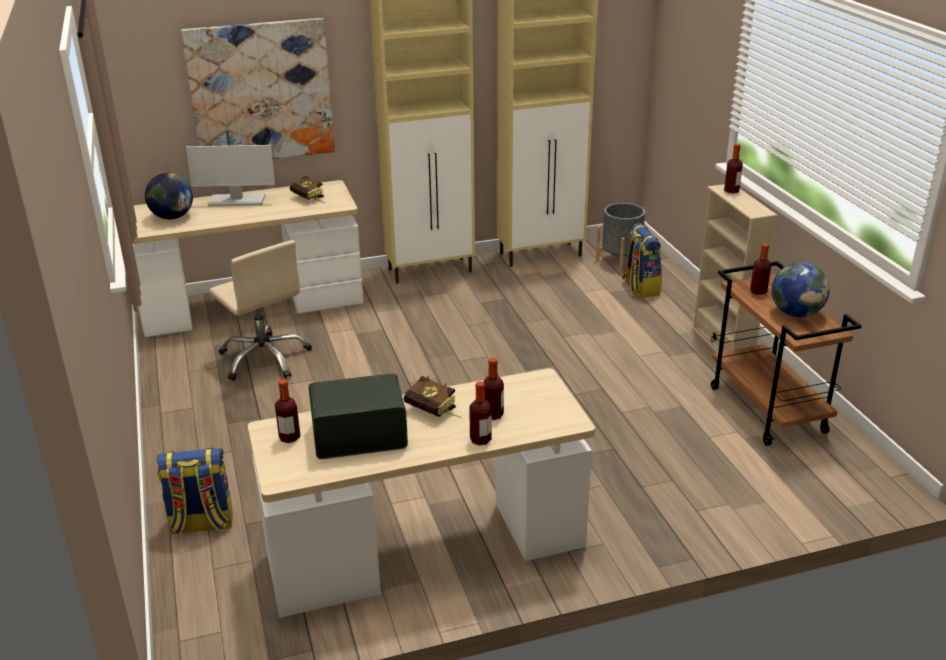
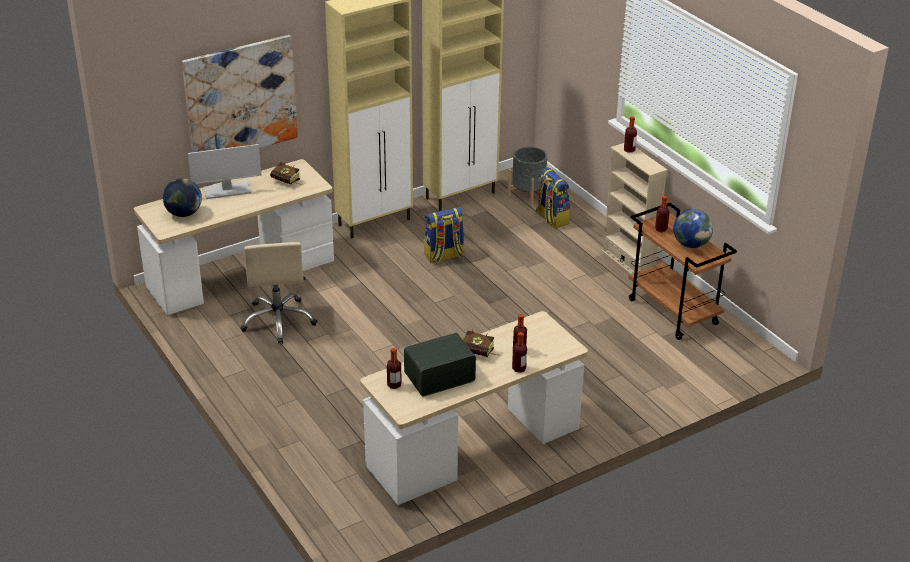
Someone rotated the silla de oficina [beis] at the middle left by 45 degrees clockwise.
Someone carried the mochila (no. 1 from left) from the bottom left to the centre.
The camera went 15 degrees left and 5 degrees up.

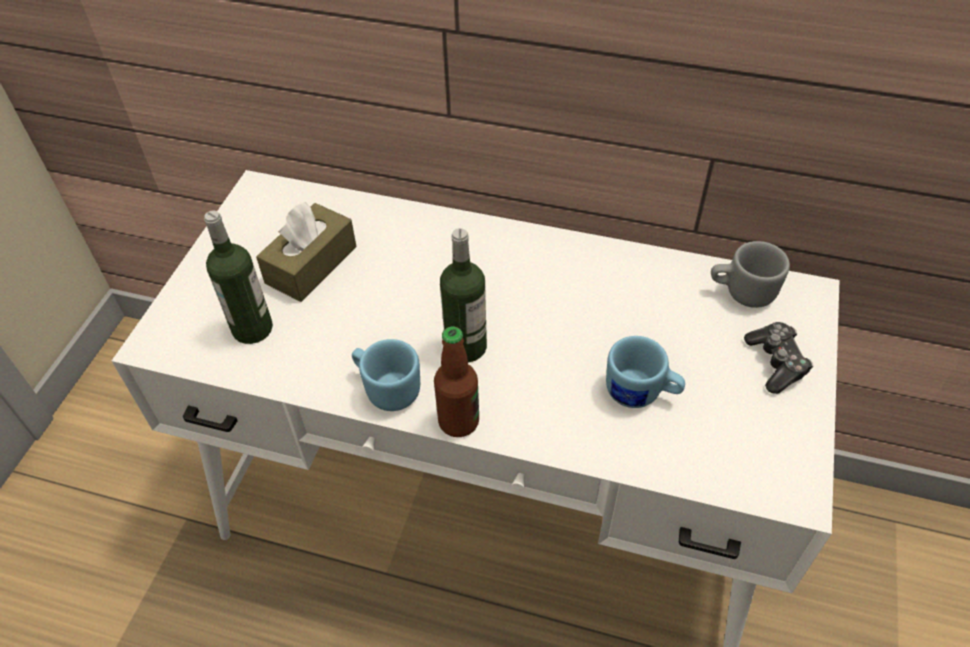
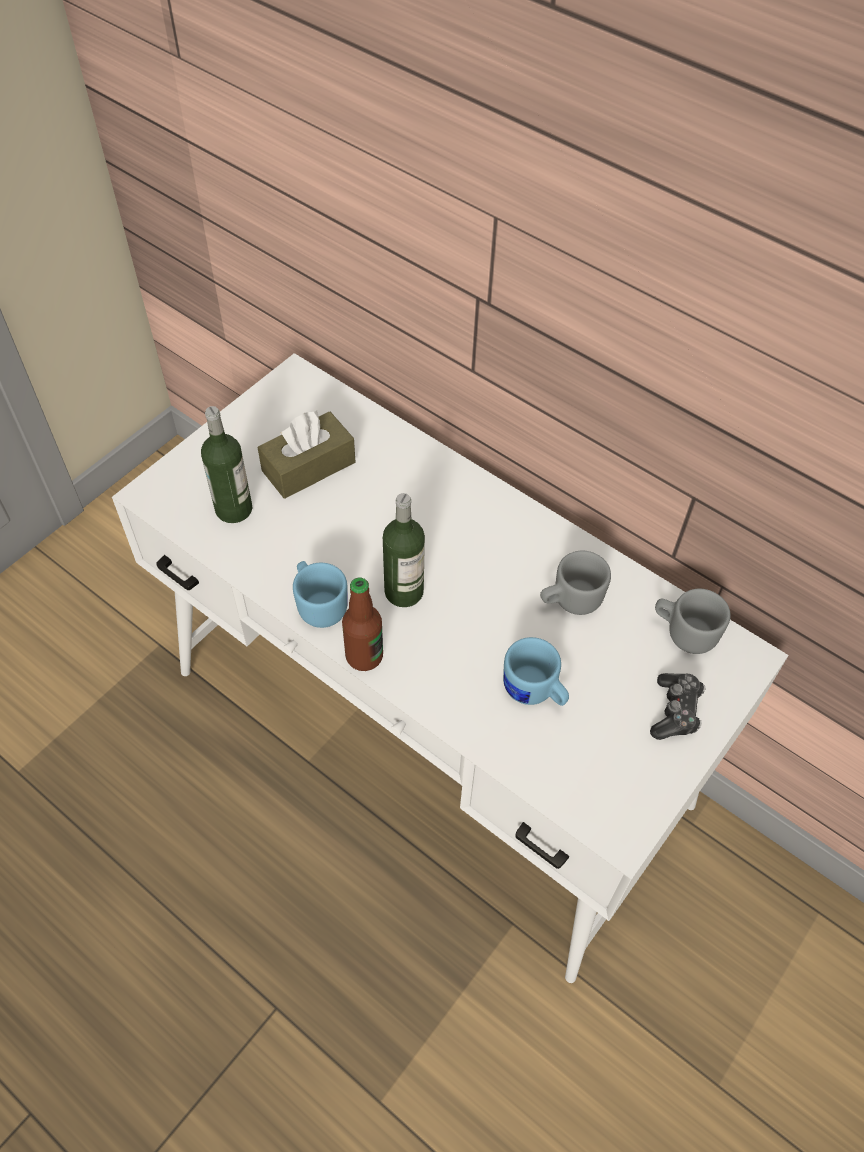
Someone put down the taza grande [gris] (no. 1 from left) at the centre.
The camera went 20 degrees right and 5 degrees up.

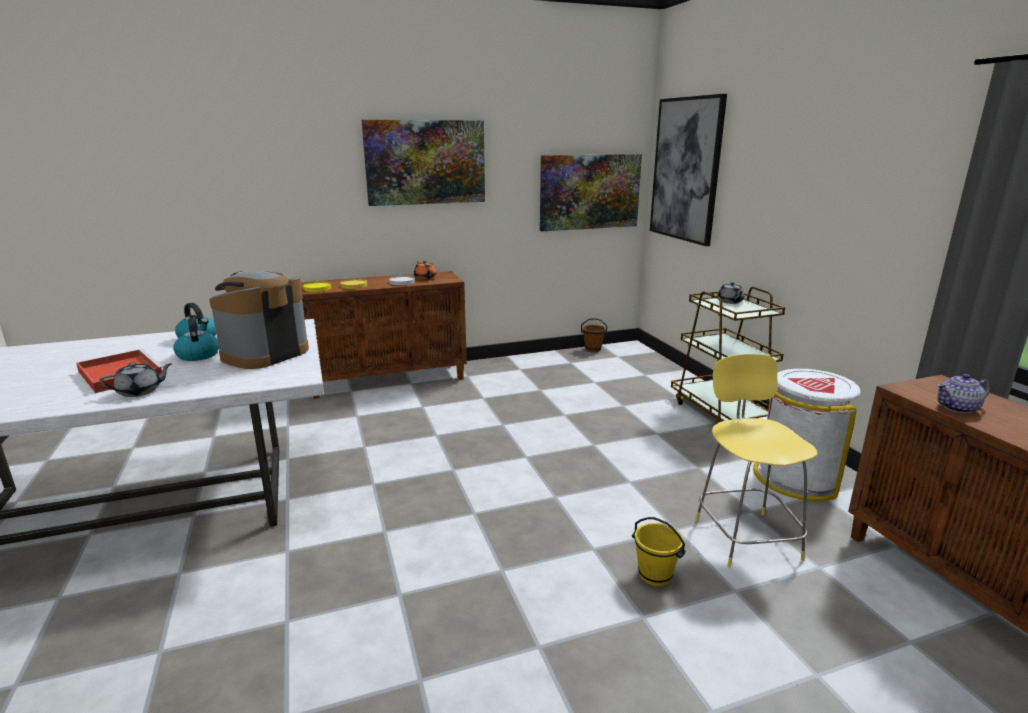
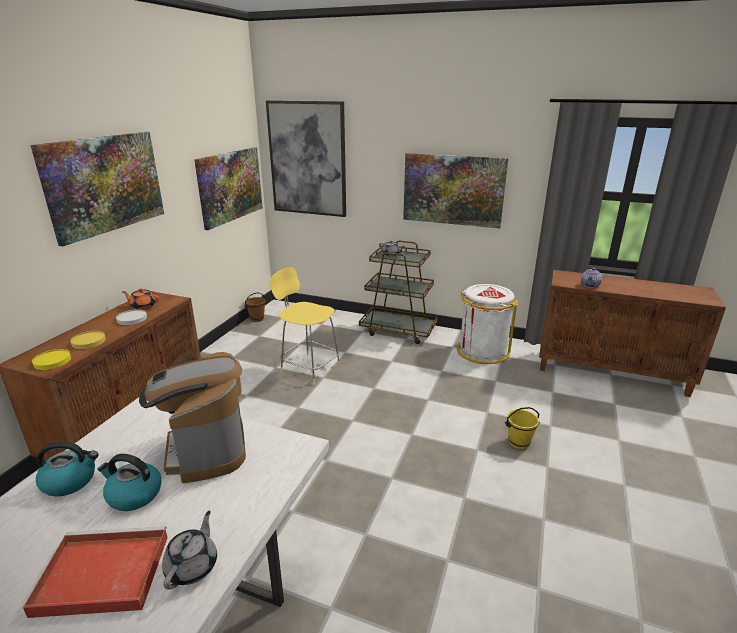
Someone carried the taburete [amarillo] from the middle right to the centre.
Someone put up the cuadro (no. 4 from left) at the top centre.
The camera went 50 degrees left and 5 degrees up.

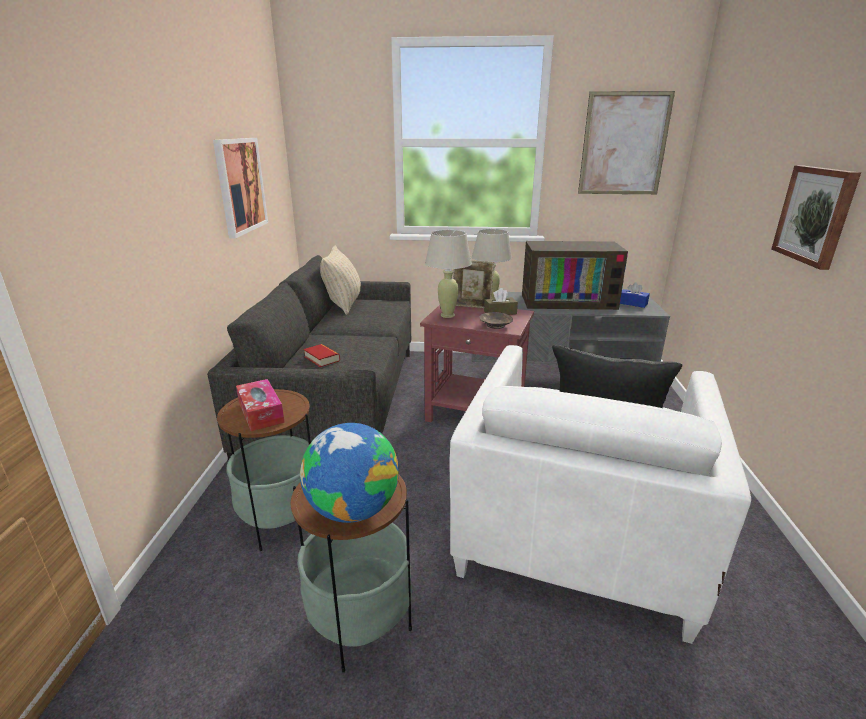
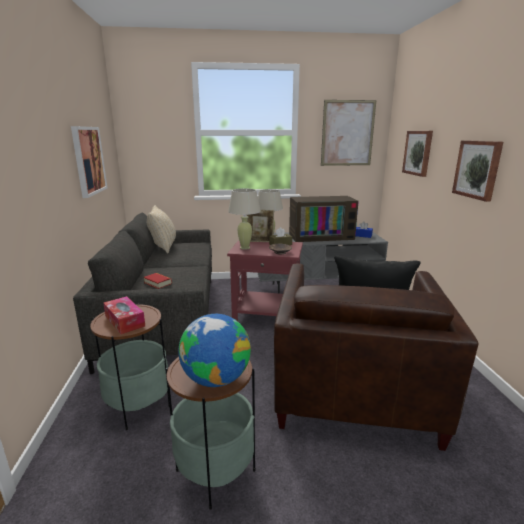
Someone repainted the sillón [blanco] at the bottom right, which became the sillón [marrón] at the bottom right.
Someone put up the cuadro (no. 3 from left) at the top right.
The camera went 10 degrees left and 5 degrees down.

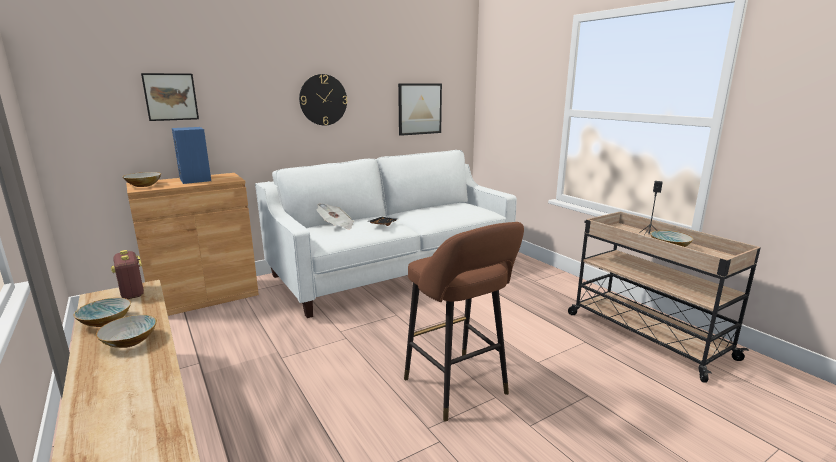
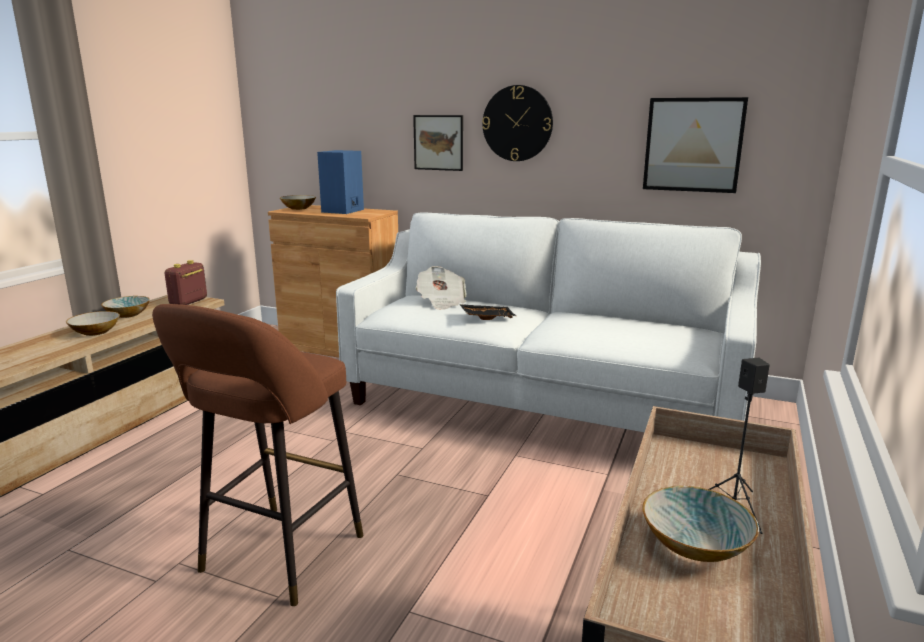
Someone carried the cuadro (no. 1 from left) from the top left to the top centre.
The camera went 55 degrees right and 0 degrees up.

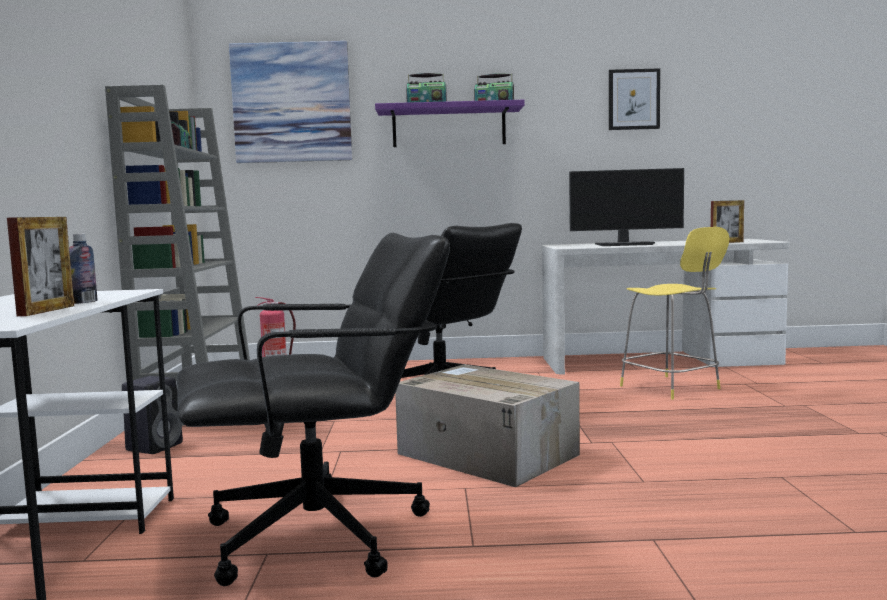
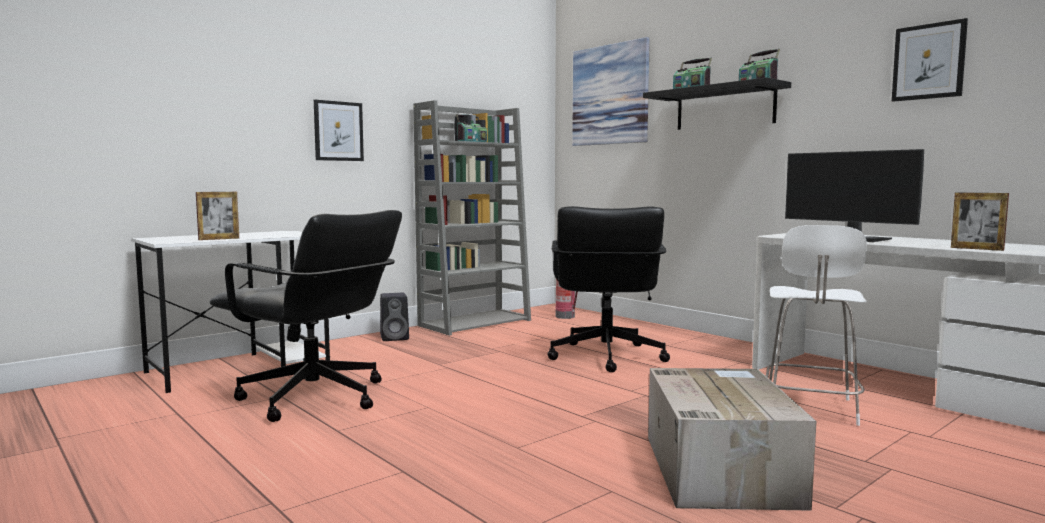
Someone repainted the estante [morado] at the top centre, which became the estante [negro] at the top right.
Someone repainted the taburete [amarillo] at the middle right, which became the taburete [blanco] at the middle right.
Someone took away the botella at the middle left.
Someone carried the caja de cartón from the bottom centre to the bottom right.
Someone put up the cuadro (no. 1 from left) at the top left.
The camera went 50 degrees right and 0 degrees up.

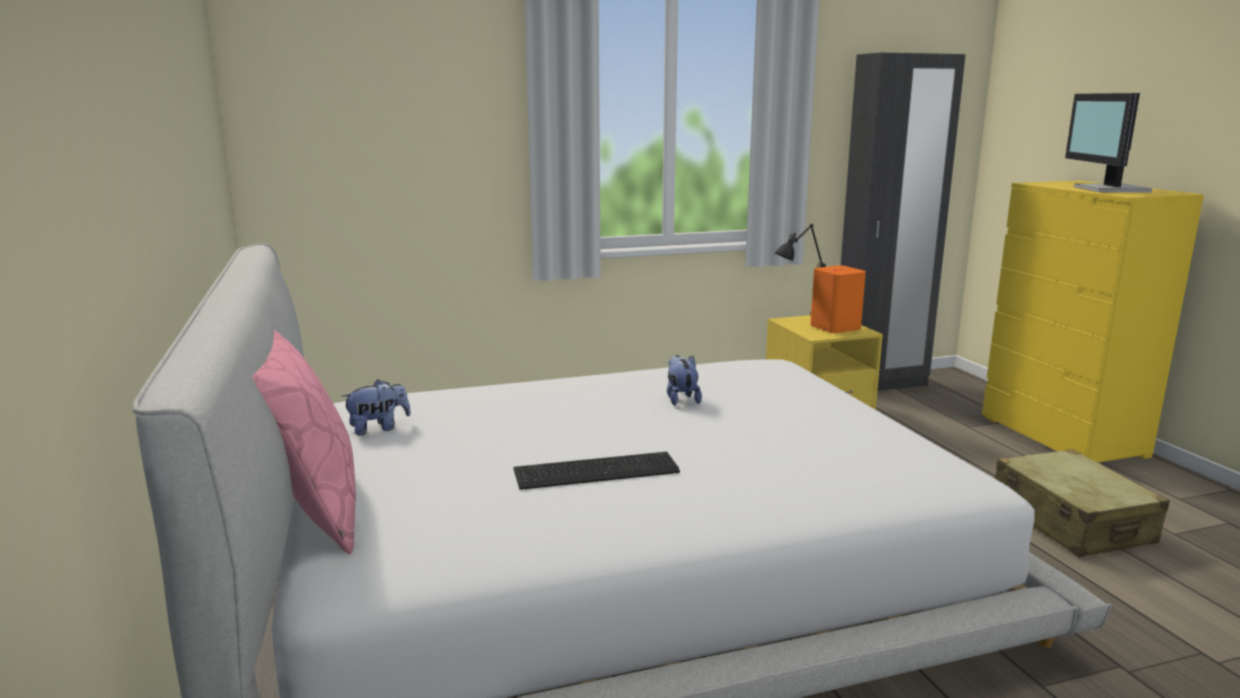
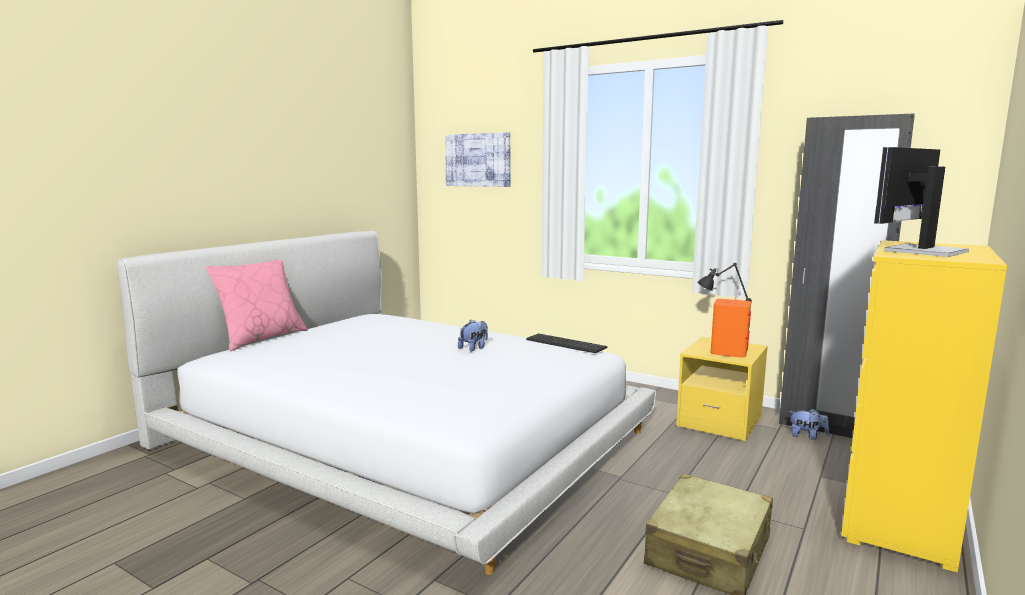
Someone carried the peluche (no. 1 from left in the first image) from the middle left to the bottom right.
Someone carried the teclado from the bottom centre to the centre.
Someone put up the cuadro at the top centre.
The camera went 50 degrees right and 5 degrees down.

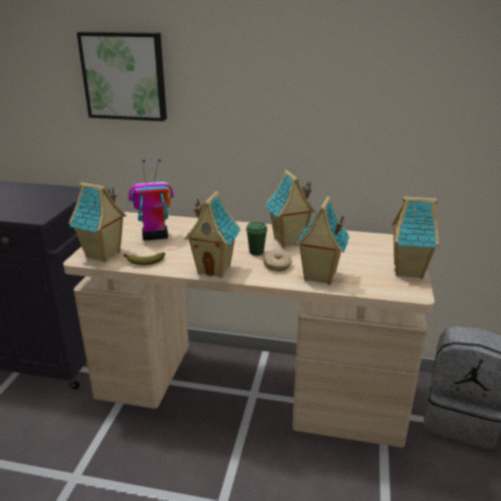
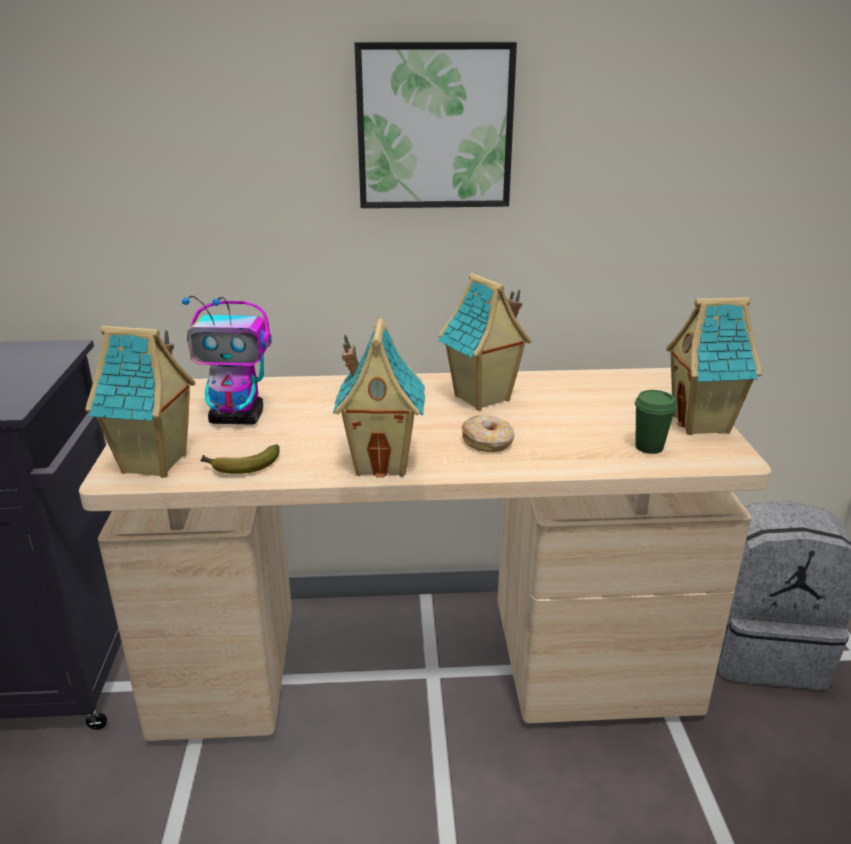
Someone carried the cuadro from the top left to the top centre.
Someone rotated the robot de juguete at the middle left by 150 degrees counterclockwise.
Someone took away the casita (no. 4 from left) at the centre.
Someone carried the taza [verde] from the centre to the middle right.
The camera went 15 degrees left and 0 degrees up.

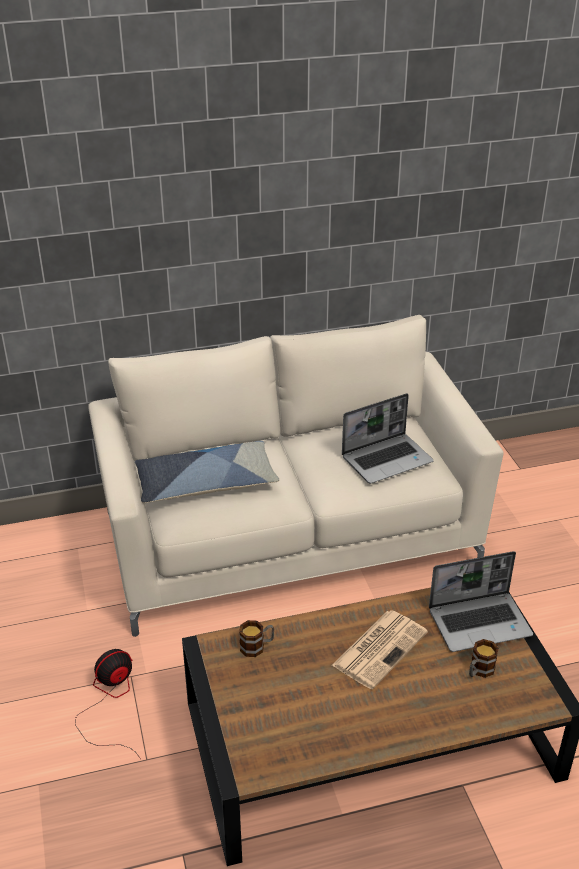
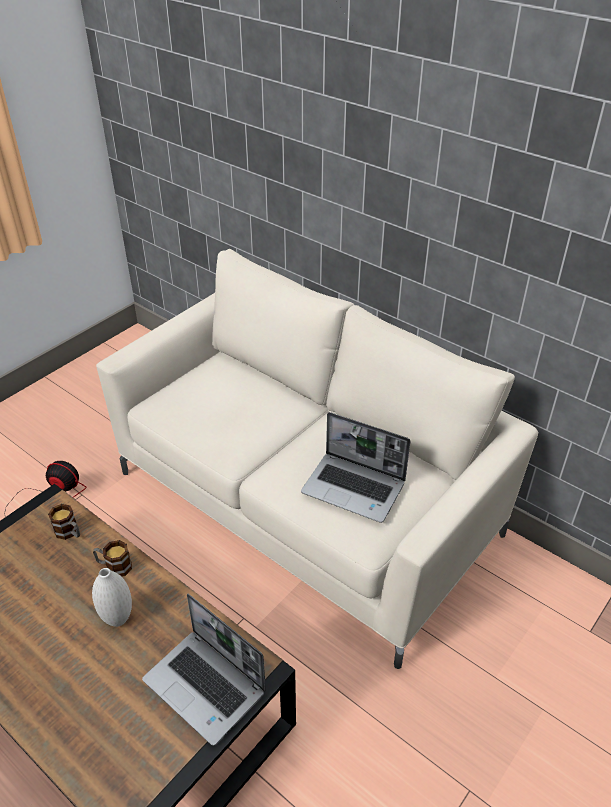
Someone took away the cojín at the centre.
Someone swapped the periódico at the bottom centre for the florero [blanco] at the bottom left.
Someone carried the taza grande (no. 2 from left) from the bottom right to the bottom left.
The camera went 55 degrees right and 5 degrees up.

